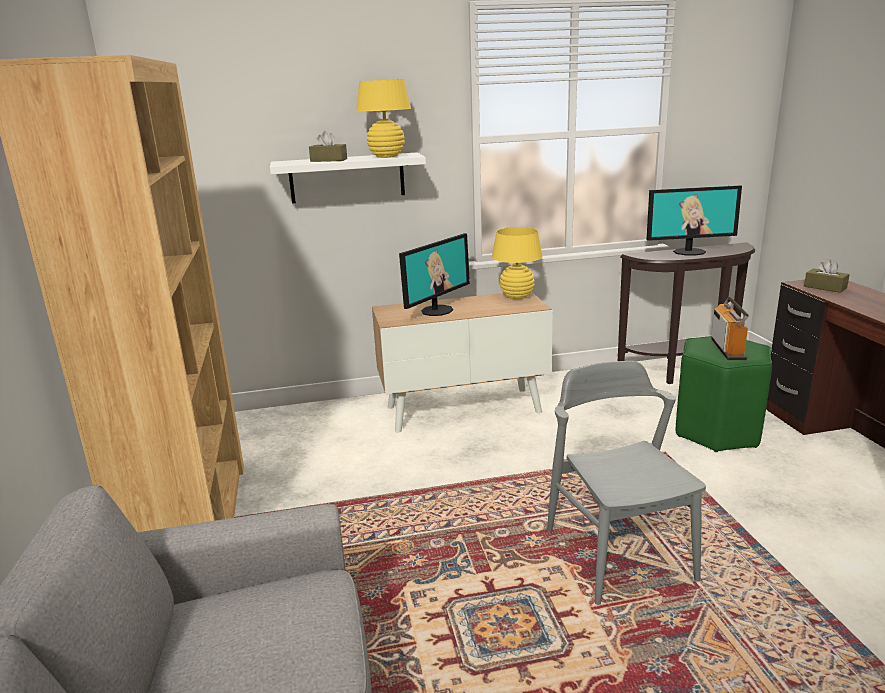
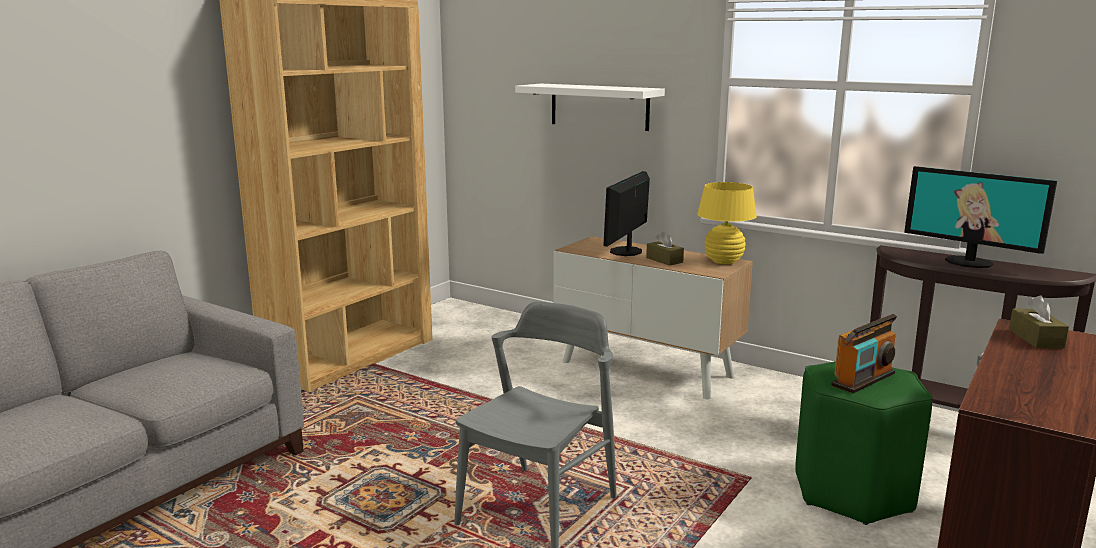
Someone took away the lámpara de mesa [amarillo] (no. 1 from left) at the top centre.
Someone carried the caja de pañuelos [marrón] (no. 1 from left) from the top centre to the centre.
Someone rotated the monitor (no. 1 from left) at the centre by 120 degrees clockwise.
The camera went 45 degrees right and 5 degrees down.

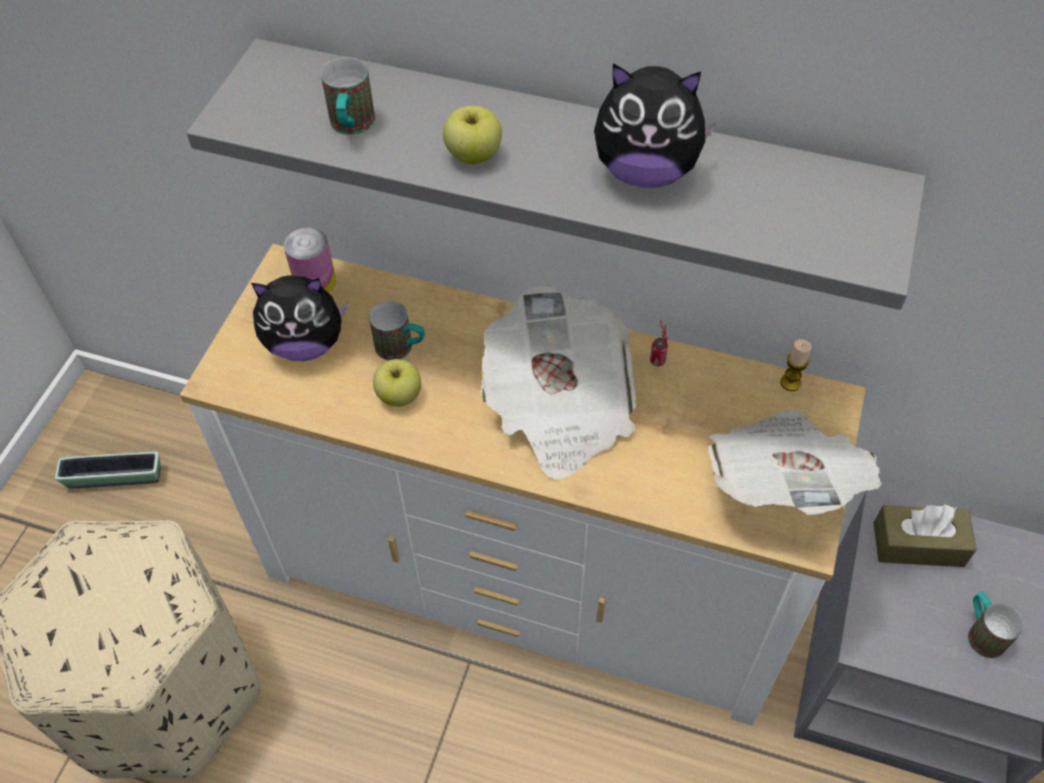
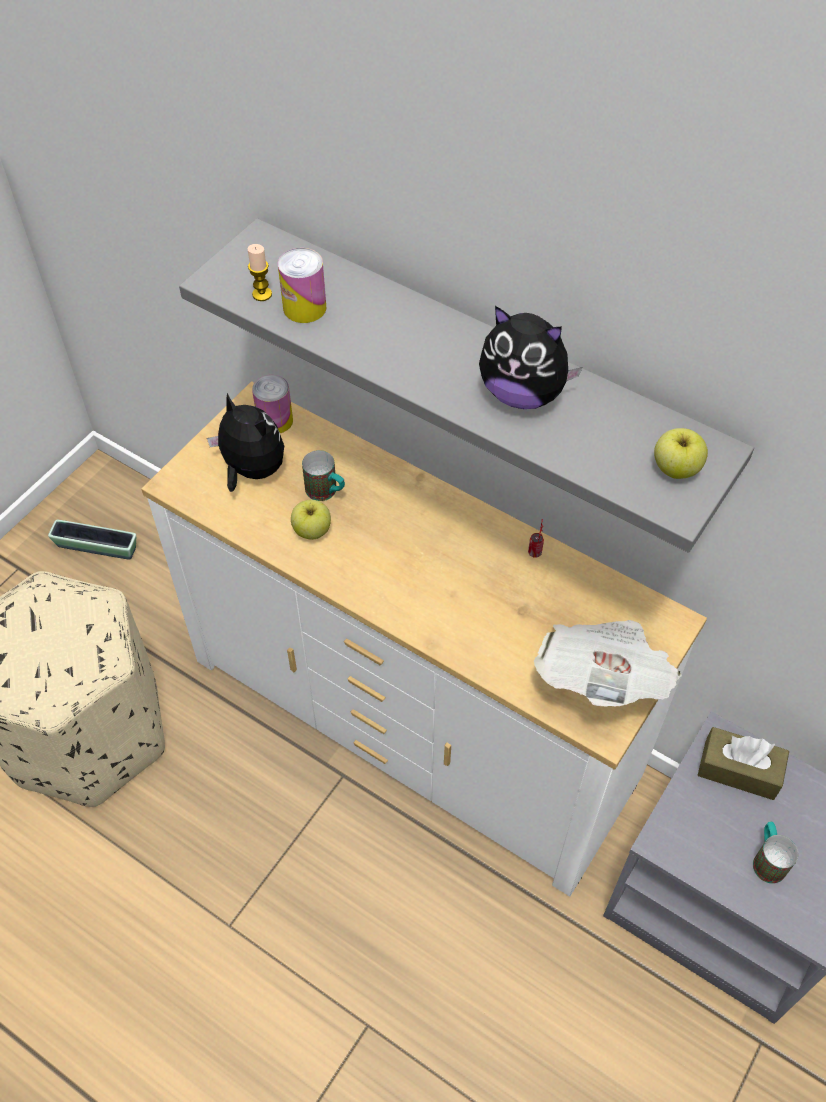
Someone swapped the taza grande (no. 1 from left) at the top centre for the lata (no. 2 from left) at the top centre.
Someone carried the manzana (no. 2 from left) from the top centre to the middle right.
Someone rotated the peluche (no. 1 from left) at the middle left by 150 degrees counterclockwise.
Someone took away the periódico (no. 1 from left) at the centre.
Someone carried the vela from the middle right to the top left.
The camera went 15 degrees right and 0 degrees up.

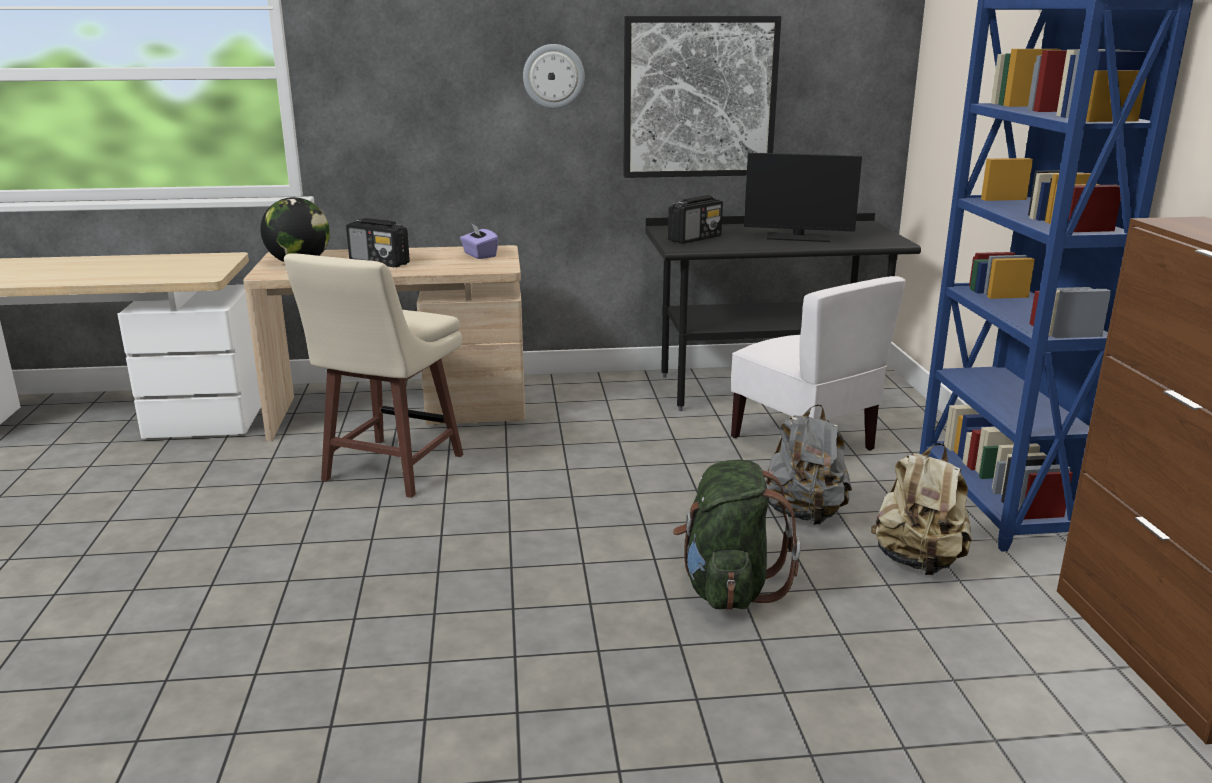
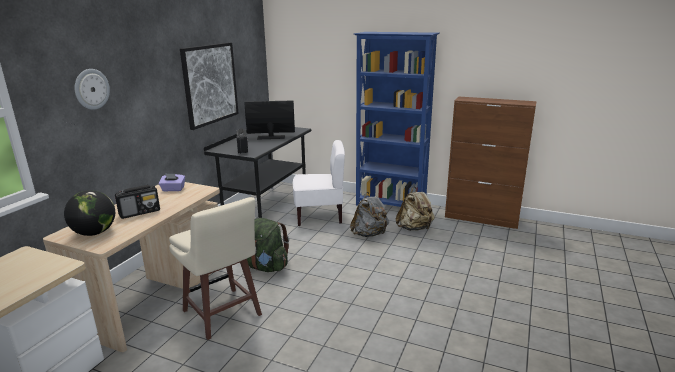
Someone carried the reloj de pared from the top centre to the top left.
Someone rotated the monitor at the top centre by 135 degrees counterclockwise.
Someone carried the mochila [verde] from the bottom centre to the centre.
The camera went 60 degrees left and 0 degrees up.

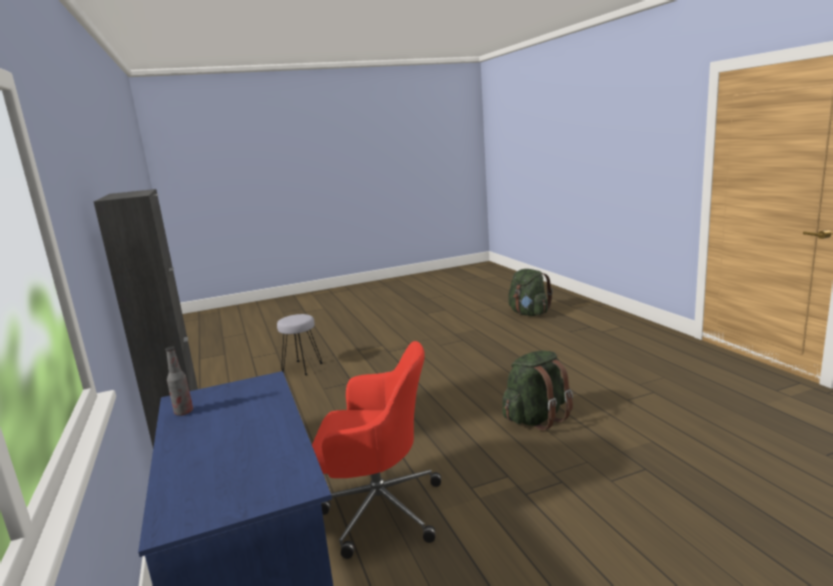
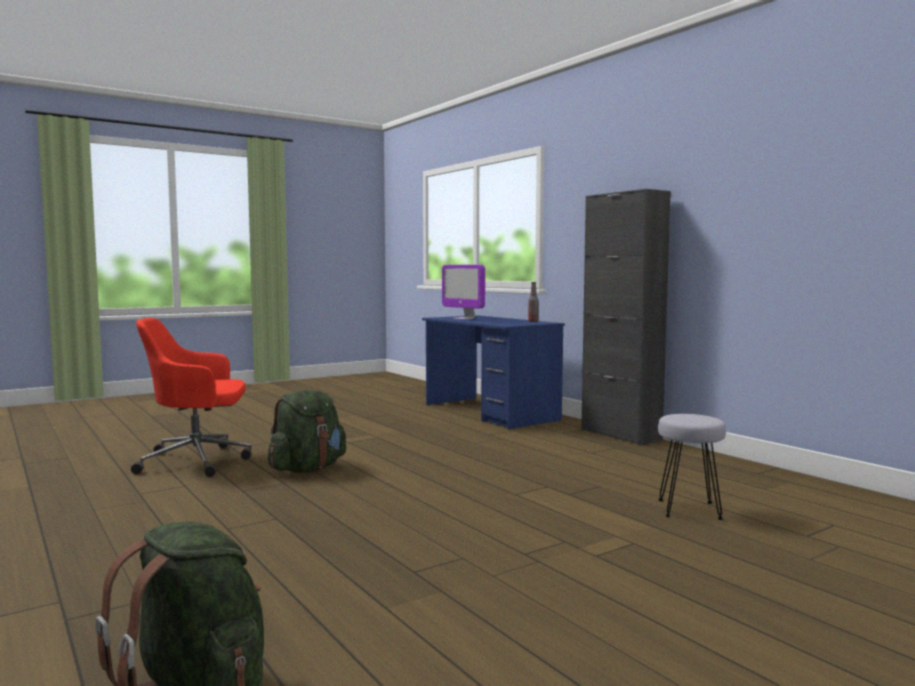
Someone carried the silla de oficina [rojo] from the bottom centre to the middle left.
Someone put down the monitor at the centre.
The camera went 165 degrees right and 10 degrees down.

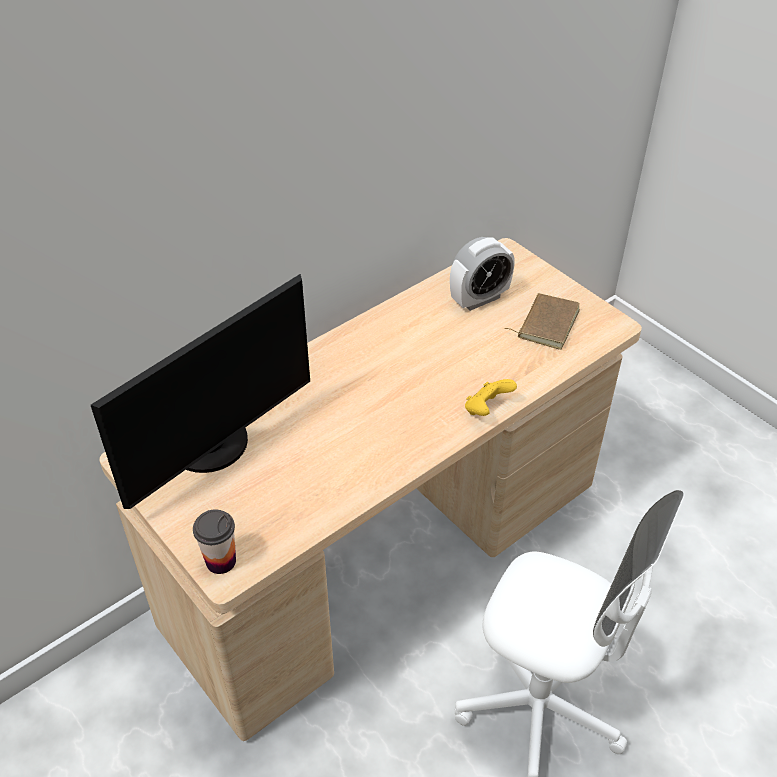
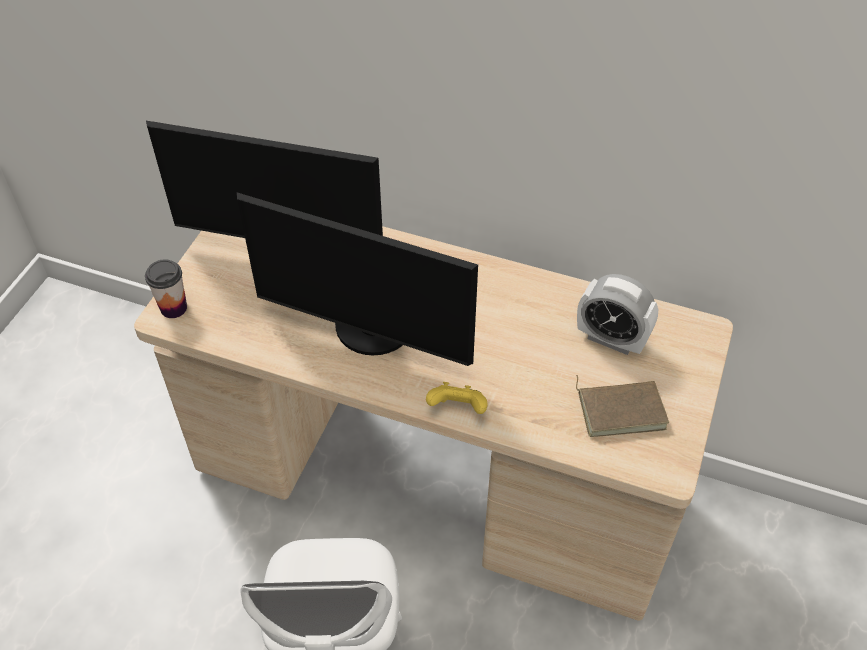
Someone put down the monitor (no. 2 from left) at the centre.
The camera went 60 degrees right and 5 degrees up.

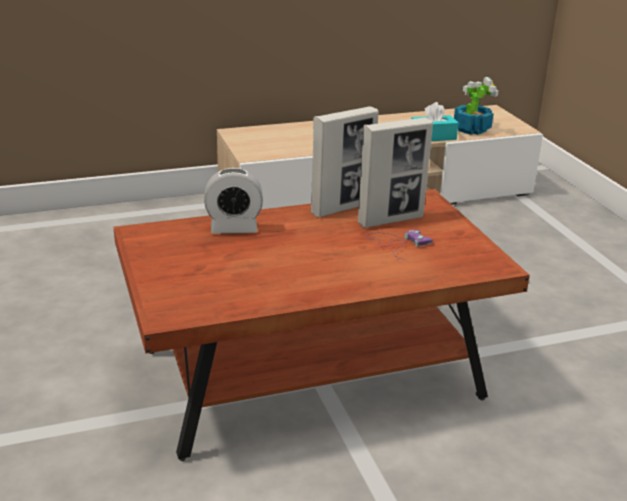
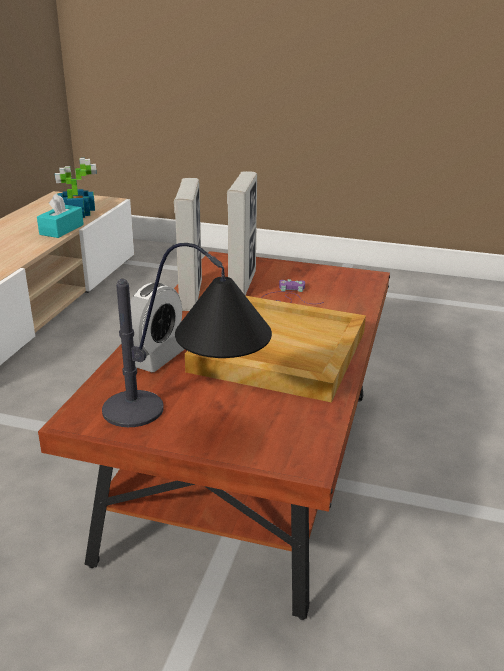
Someone put down the lámpara de mesa at the centre.
Someone put down the bandeja [beis] at the centre.
The camera went 55 degrees left and 0 degrees up.

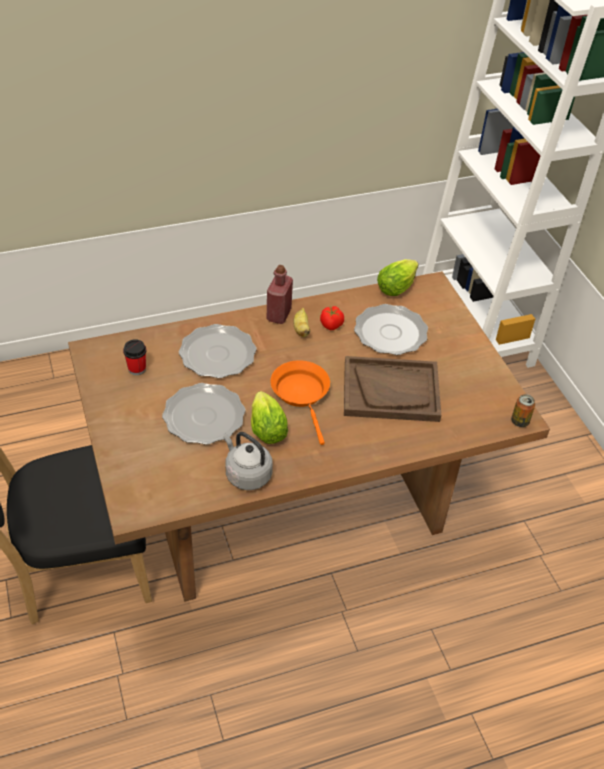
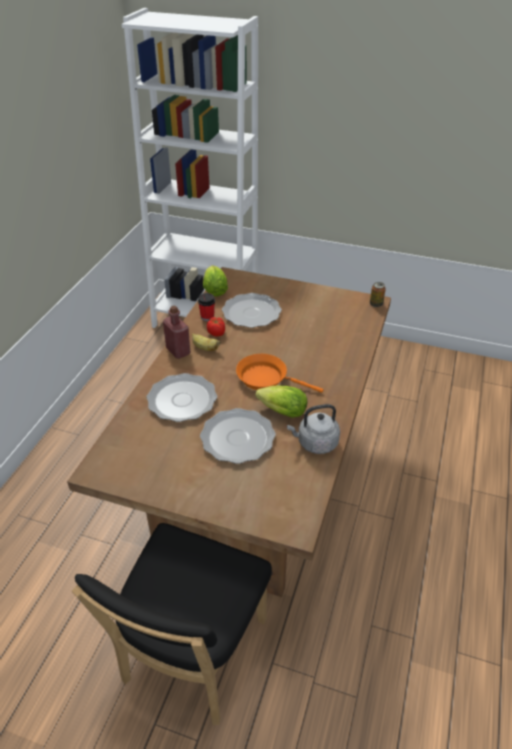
Someone carried the taza from the middle left to the centre.
Someone took away the bandeja [marrón] at the centre.
The camera went 50 degrees left and 5 degrees down.

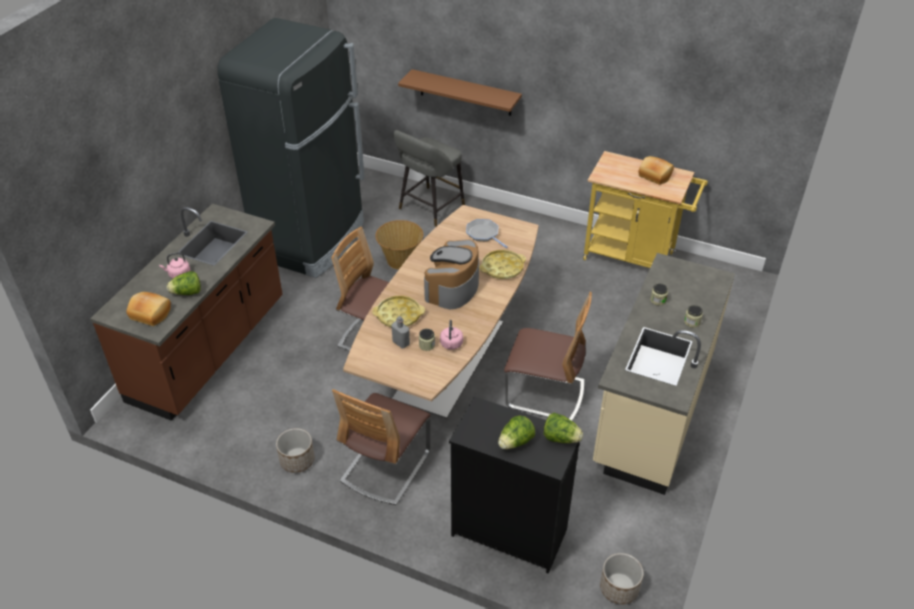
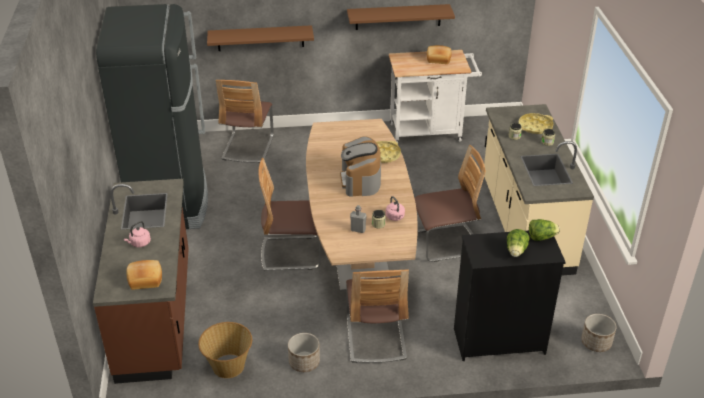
Someone swapped the taburete [gris] at the top centre for the silla (no. 1 from left) at the top centre.
Someone repainted the carrito [amarillo] at the middle right, which became the carrito [blanco] at the top centre.
Someone took away the sartén at the centre.
Someone carried the cesta from the centre to the bottom left.
Someone took away the lechuga (no. 1 from left) at the middle left.
Someone carried the bandeja [amarillo] (no. 1 from left in the first image) from the centre to the top right.
Someone put up the estante [marrón] (no. 2 from left) at the top centre.
The camera went 30 degrees left and 5 degrees down.

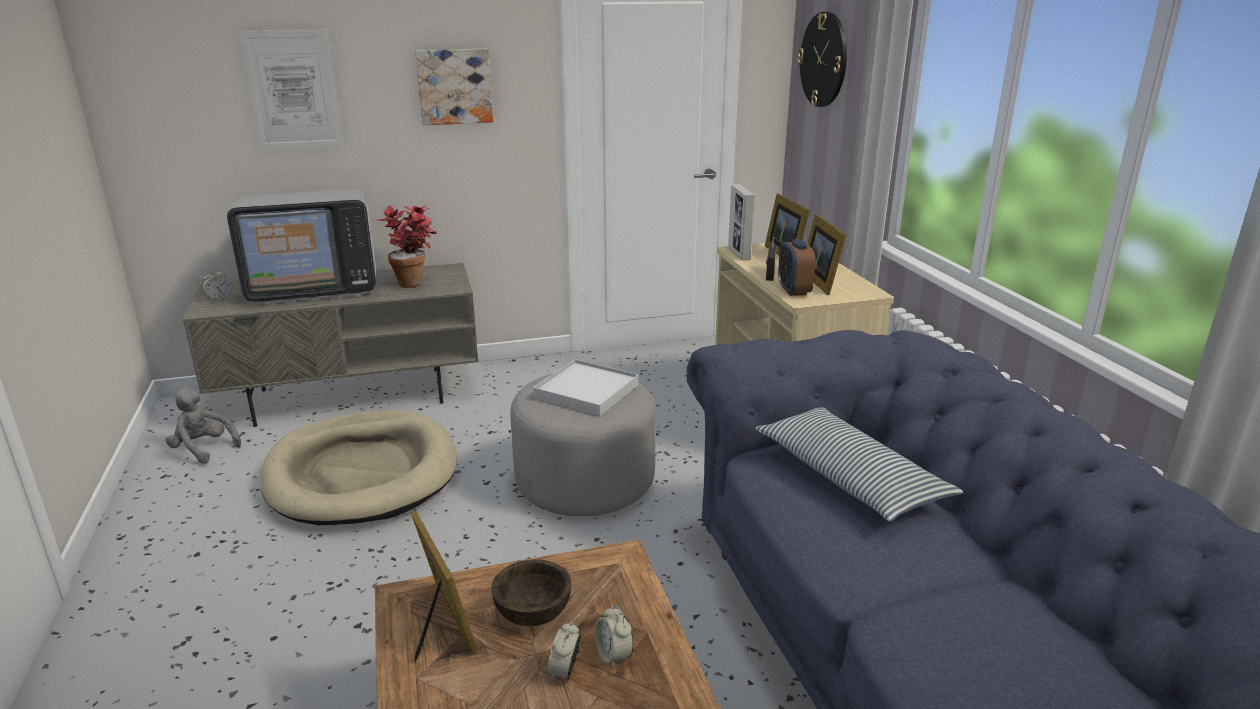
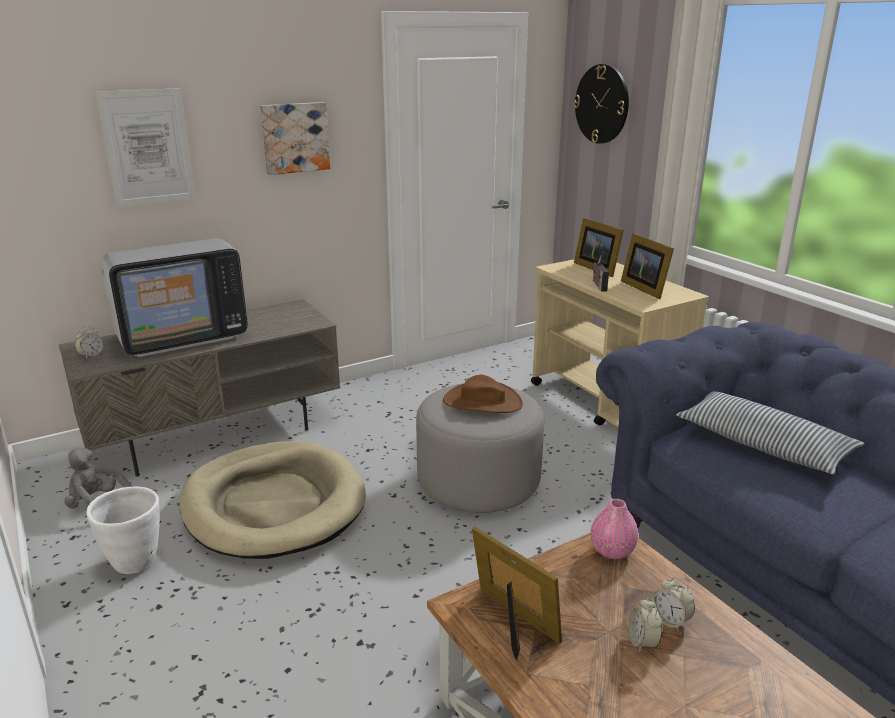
Someone took away the portarretratos (no. 2 from left) at the top centre.
Someone took away the planta en maceta at the middle left.
Someone took away the despertador (no. 4 from left) at the centre.
Someone swapped the bandeja [blanco] at the centre for the sombrero [marrón] at the centre.
Someone took away the cuenco [marrón] at the bottom centre.
Someone put down the maceta [blanco] at the bottom left.
Someone put down the florero [rosa] at the bottom right.
The camera went 15 degrees left and 0 degrees up.

